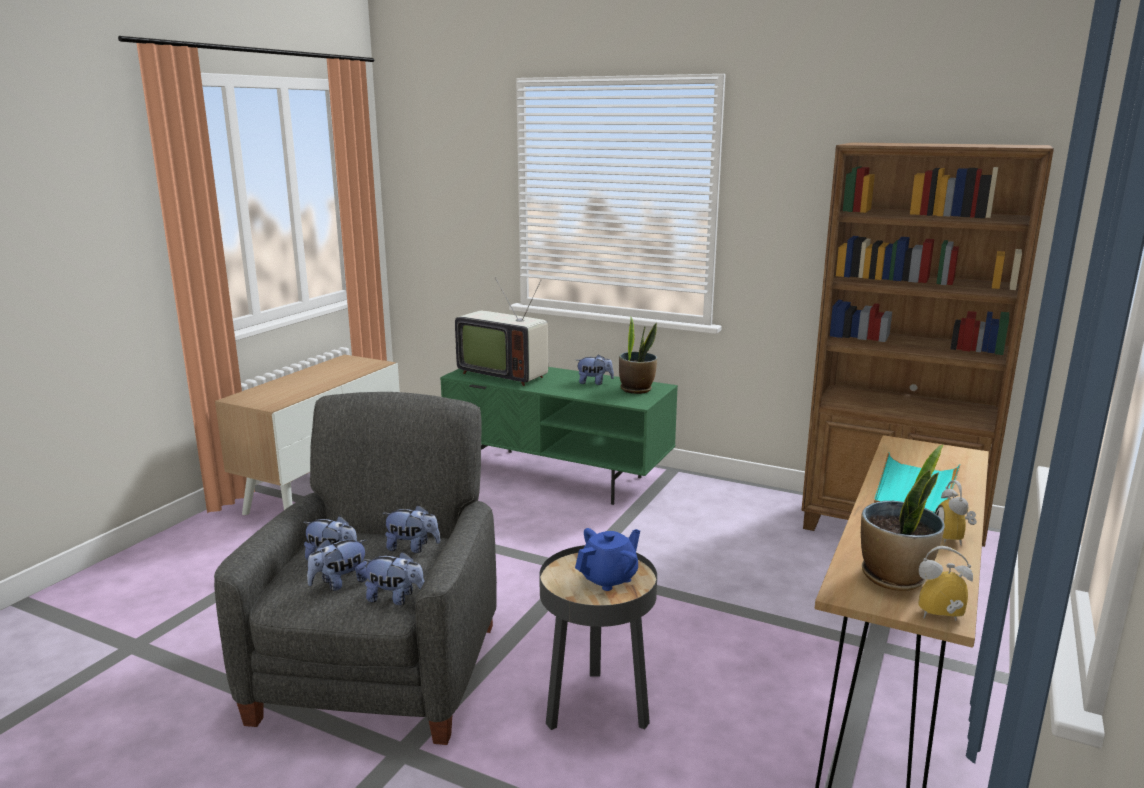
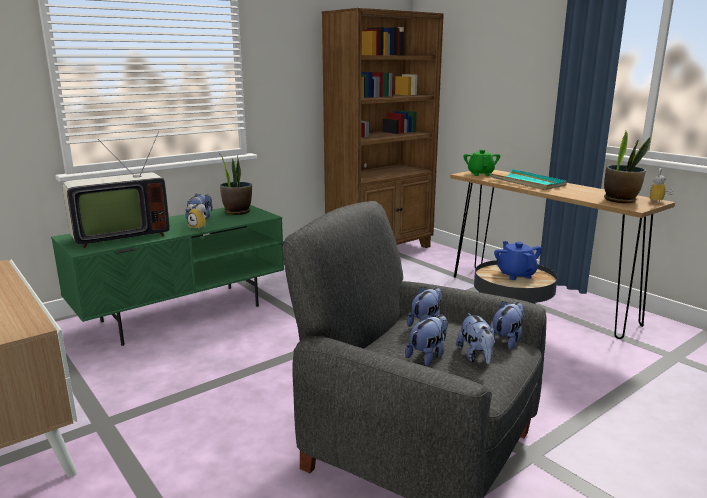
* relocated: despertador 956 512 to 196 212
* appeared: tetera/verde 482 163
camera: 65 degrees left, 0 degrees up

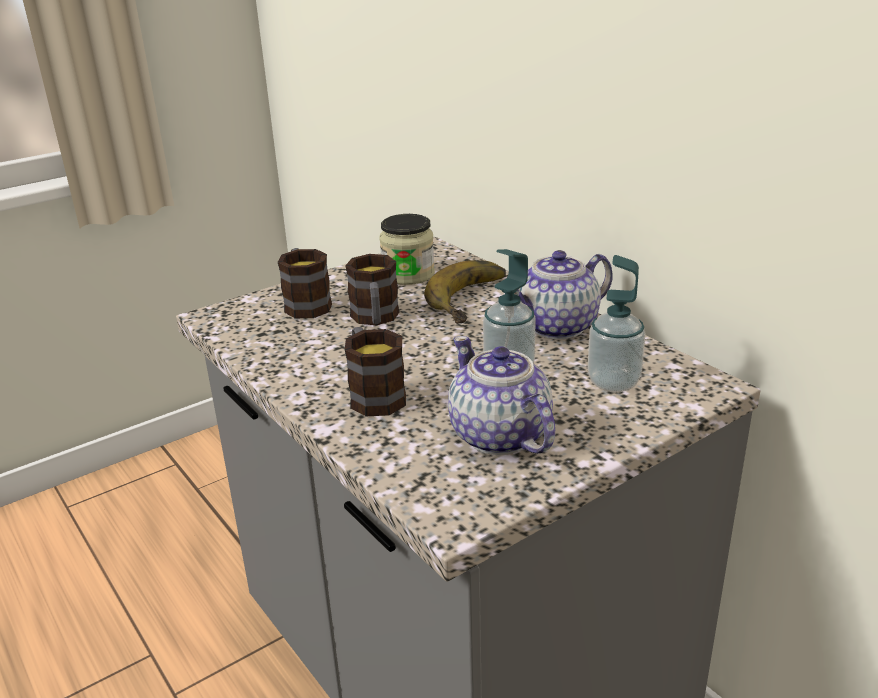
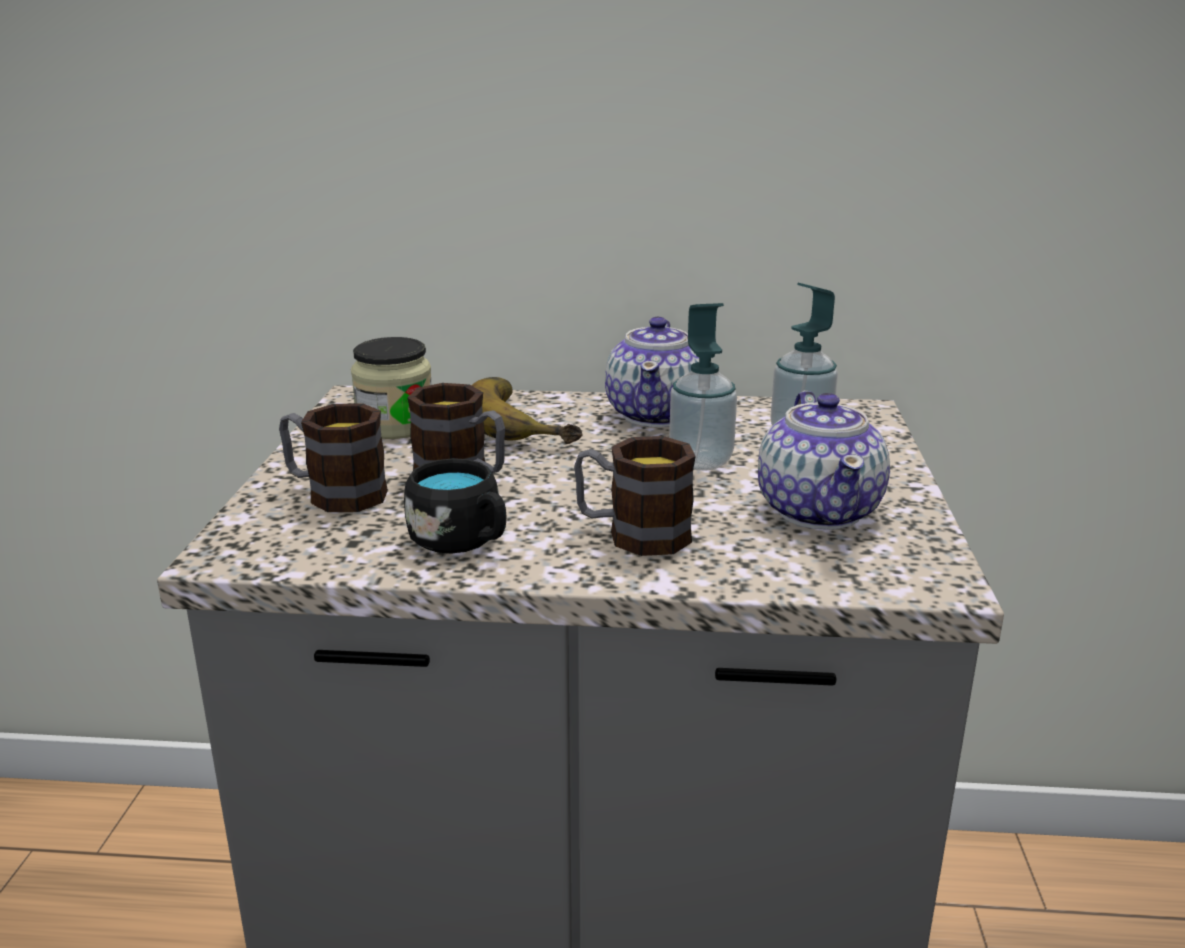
* appeared: taza grande/negro 455 505
* spun: tetera 501 395 = 824 460 105 degrees counterclockwise
camera: 50 degrees left, 5 degrees down

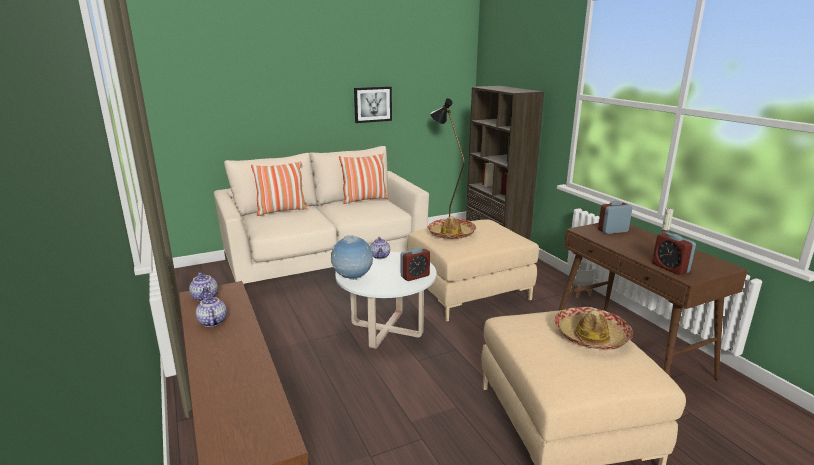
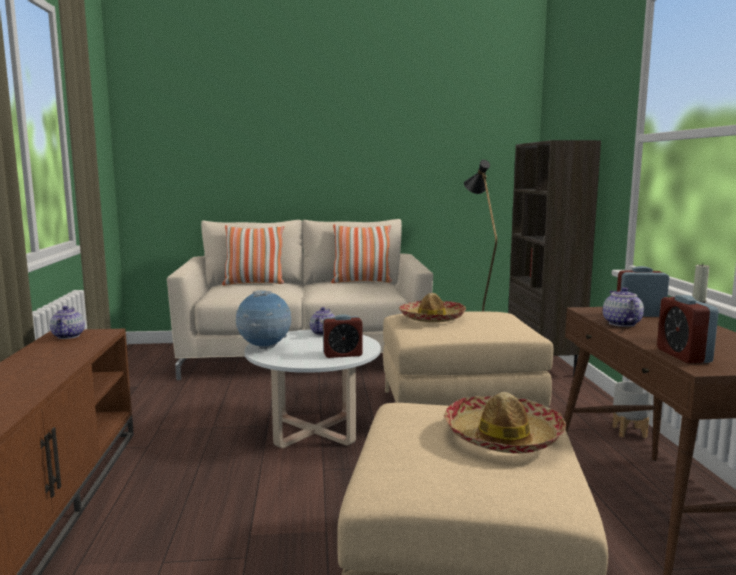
* relocated: tetera 211 310 to 623 307
* missing: cuadro 373 104
camera: 20 degrees right, 10 degrees down

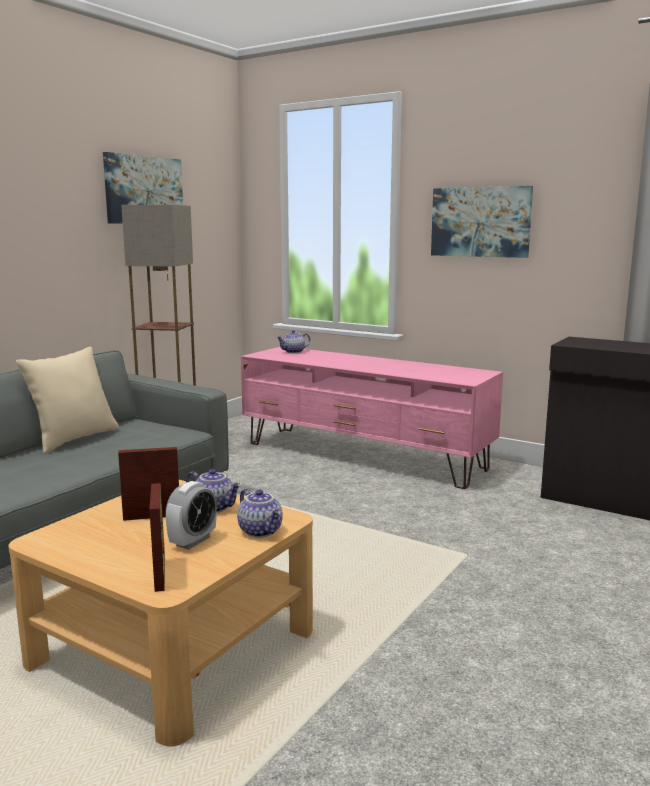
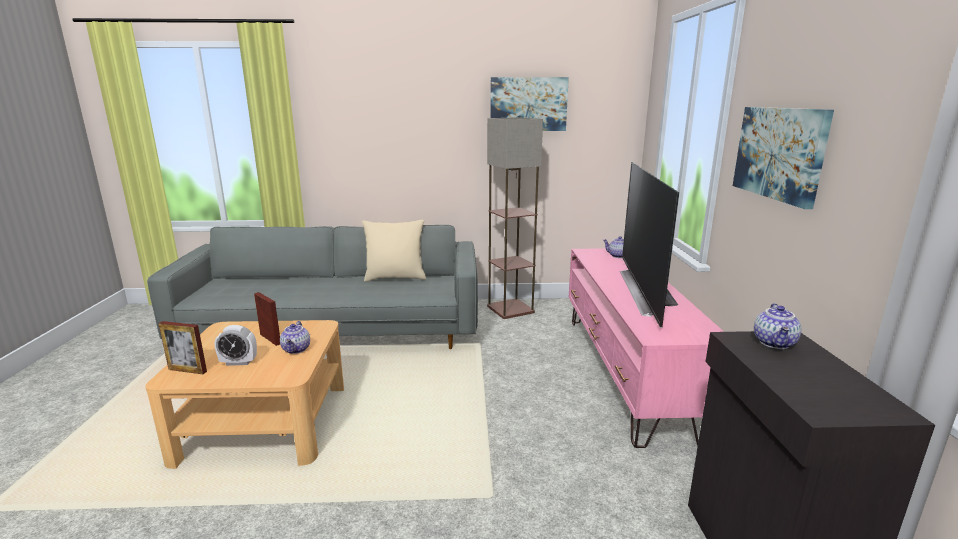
* spun: portarretratos 157 537 = 182 347 60 degrees clockwise
* appeared: televisor 649 245
* relocated: tetera 260 513 to 777 326
camera: 55 degrees right, 5 degrees up

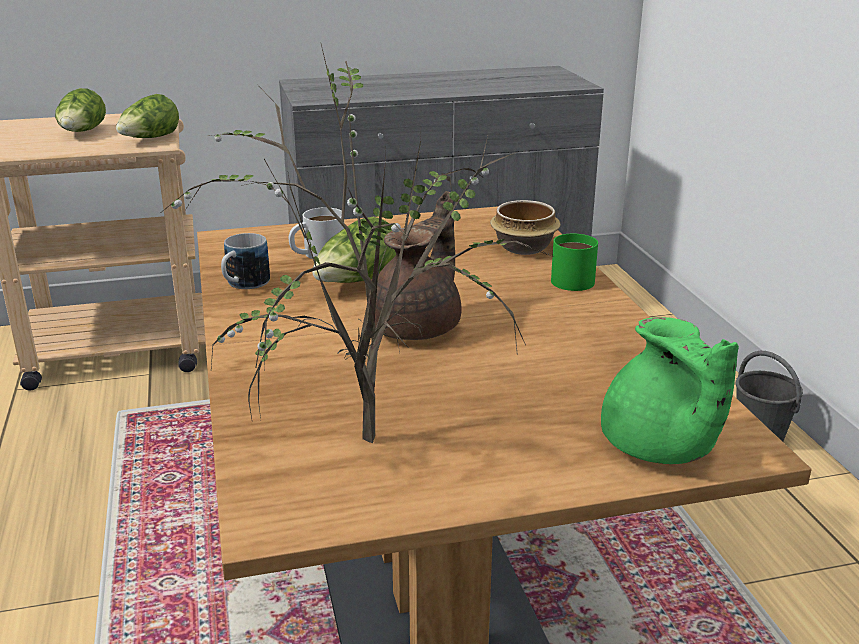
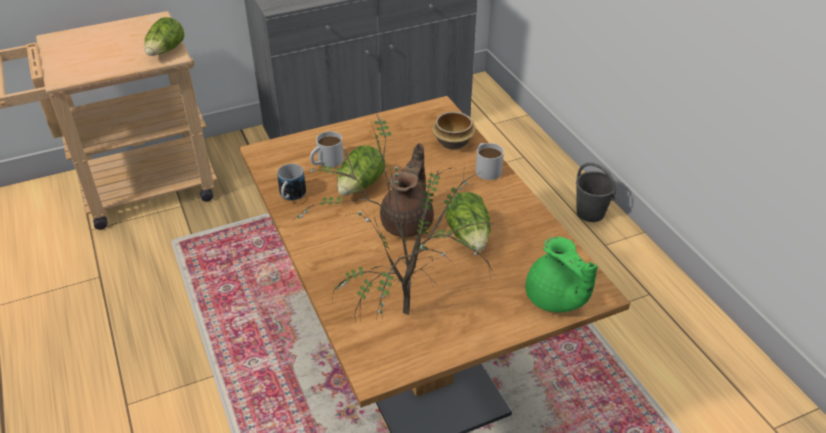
* relocated: lechuga 80 110 to 468 221
* colour: taza grande/verde 574 262 to taza grande/blanco 490 161
camera: 10 degrees left, 15 degrees up

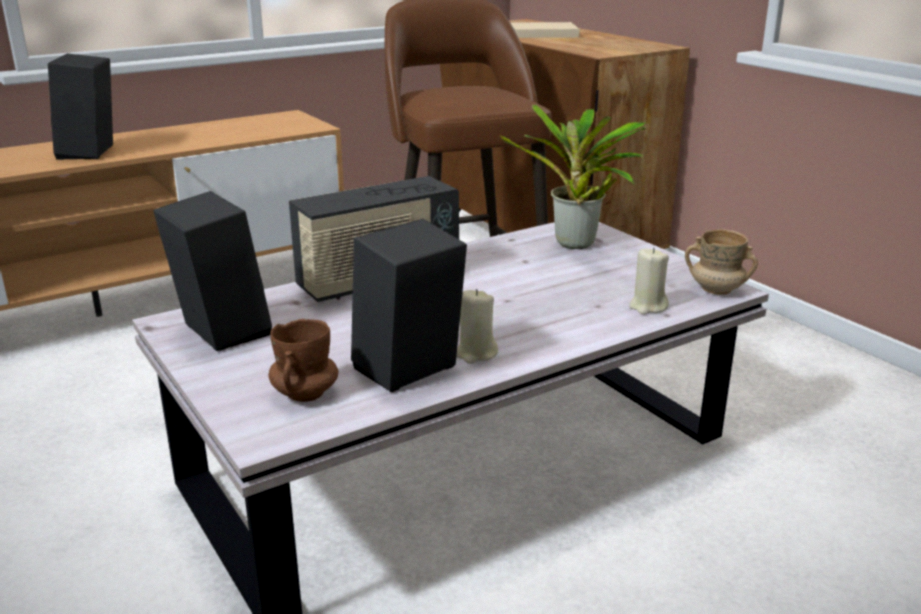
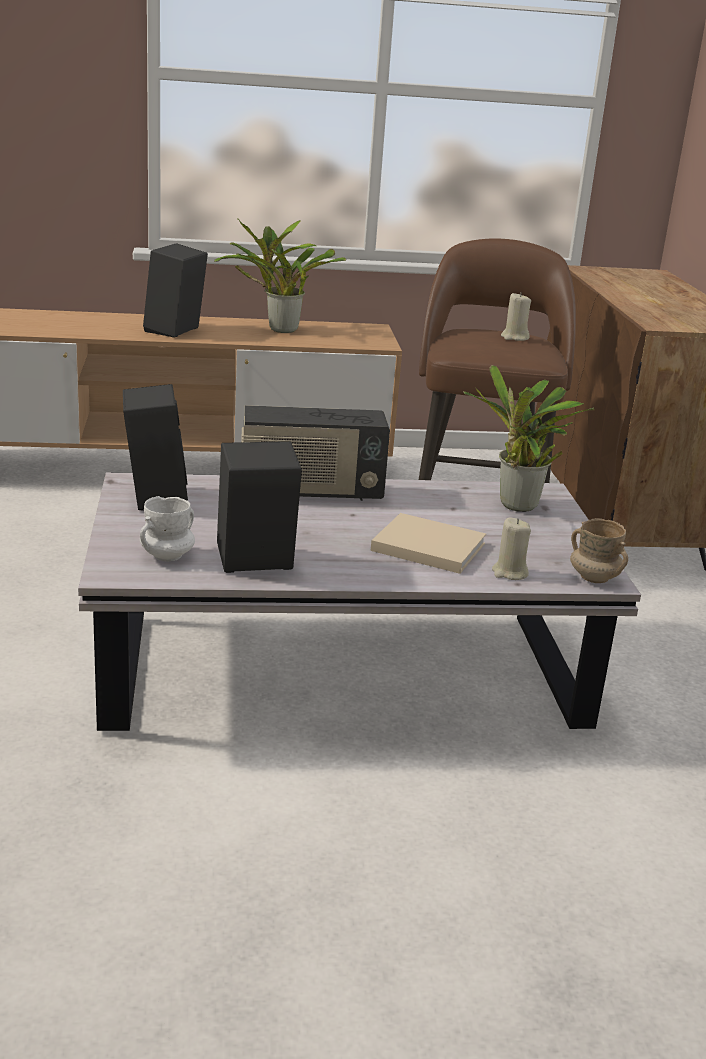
* colour: taza grande/marrón 303 360 to taza grande/blanco 167 529
* appeared: planta en maceta 280 275
* relocated: libro/beis 545 30 to 428 543
* relocated: vela/beis 477 326 to 516 316
camera: 25 degrees right, 0 degrees up

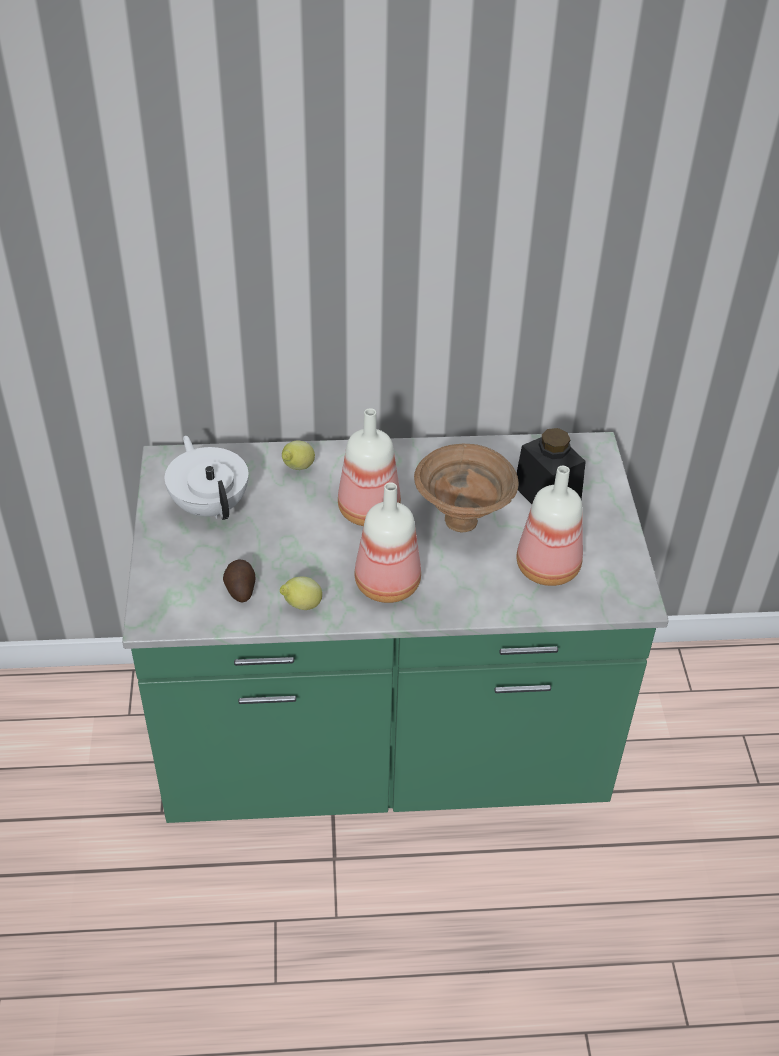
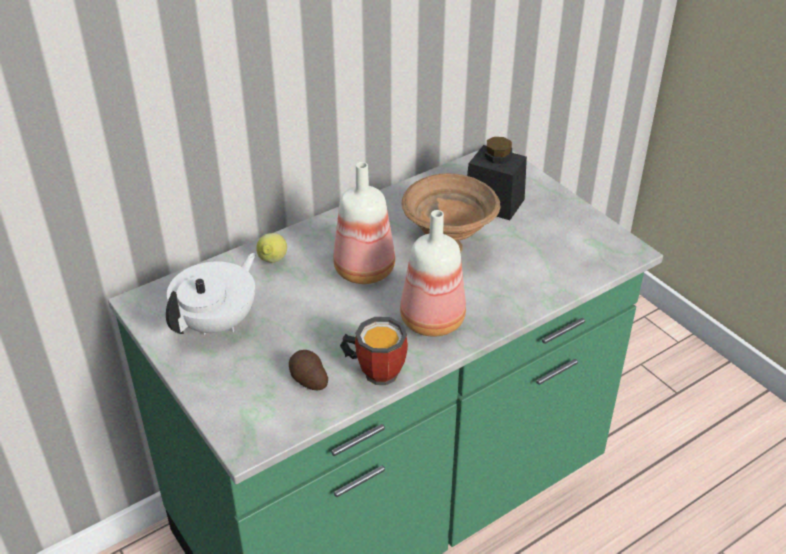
* spun: tetera/blanco 207 477 = 211 294 90 degrees clockwise
* exchanged: limón 301 593 to taza grande 374 351
* missing: botella 549 526
camera: 30 degrees left, 5 degrees down

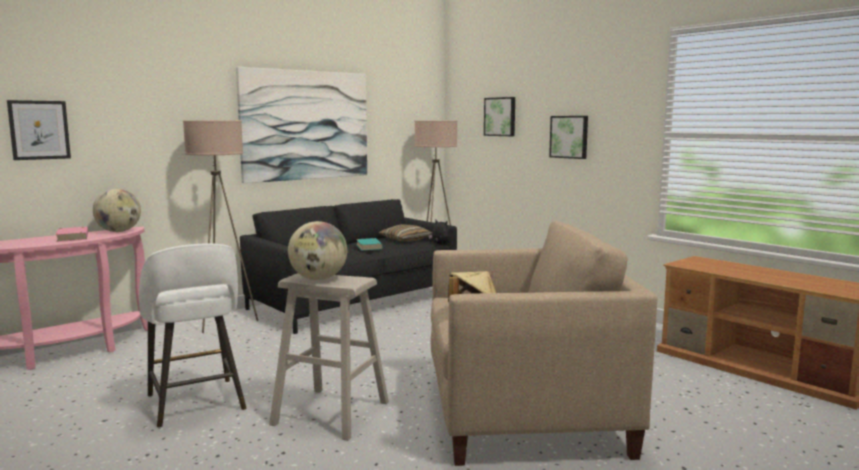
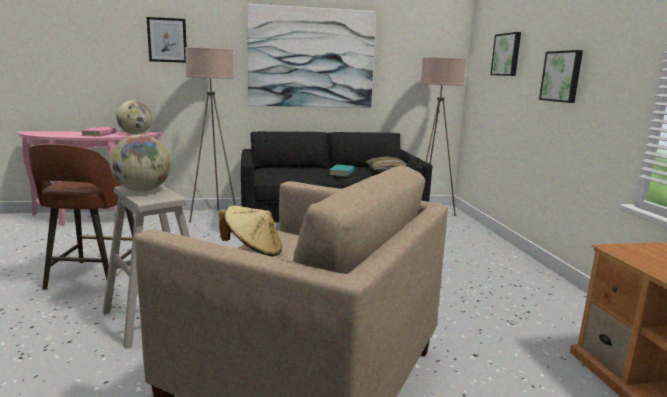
* colour: taburete/blanco 192 335 to taburete/marrón 81 218
* relocated: cuadro 39 130 to 167 40
camera: 30 degrees right, 5 degrees up

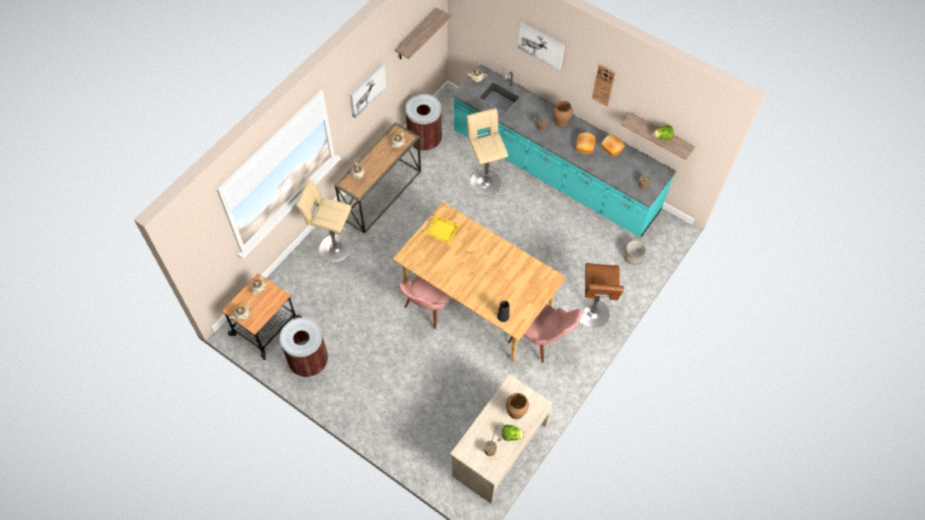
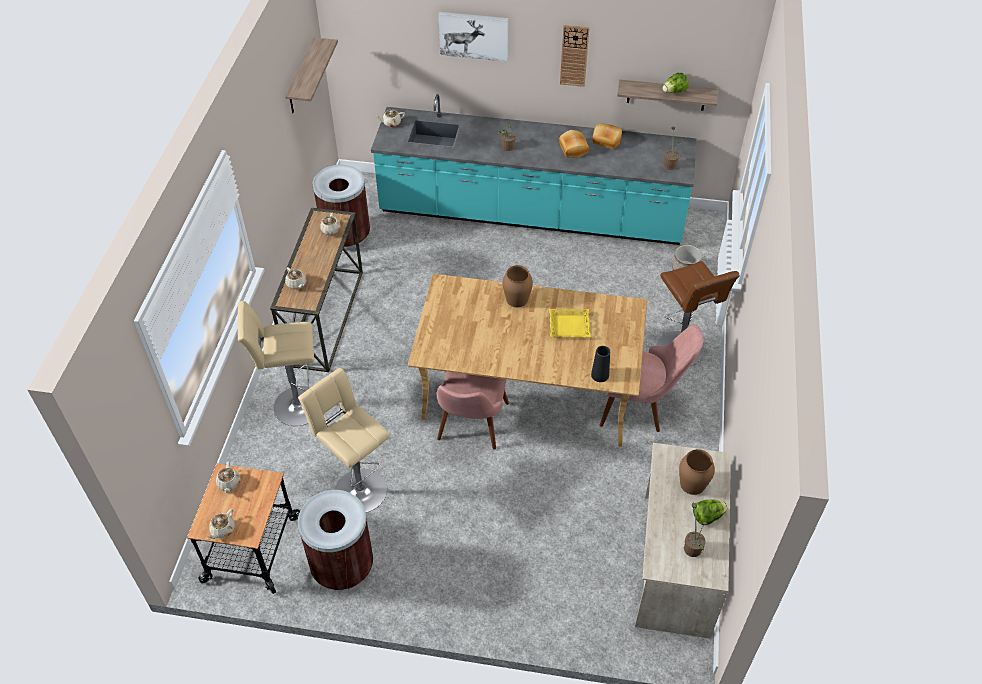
* relocated: taburete/beis 487 151 to 344 440
* relocated: florero/marrón 563 113 to 517 286
* relocated: bandeja/amarillo 442 229 to 570 323
* missing: cuadro 367 90
camera: 25 degrees left, 10 degrees down

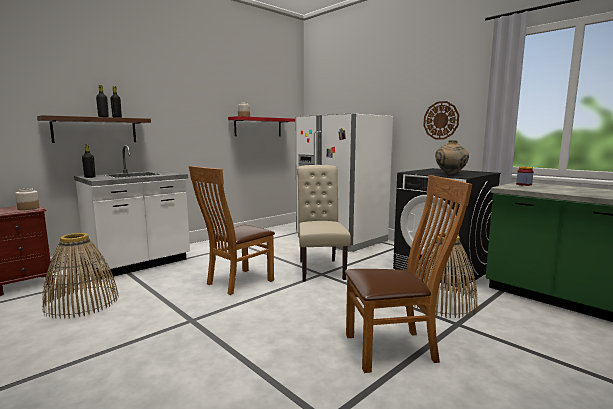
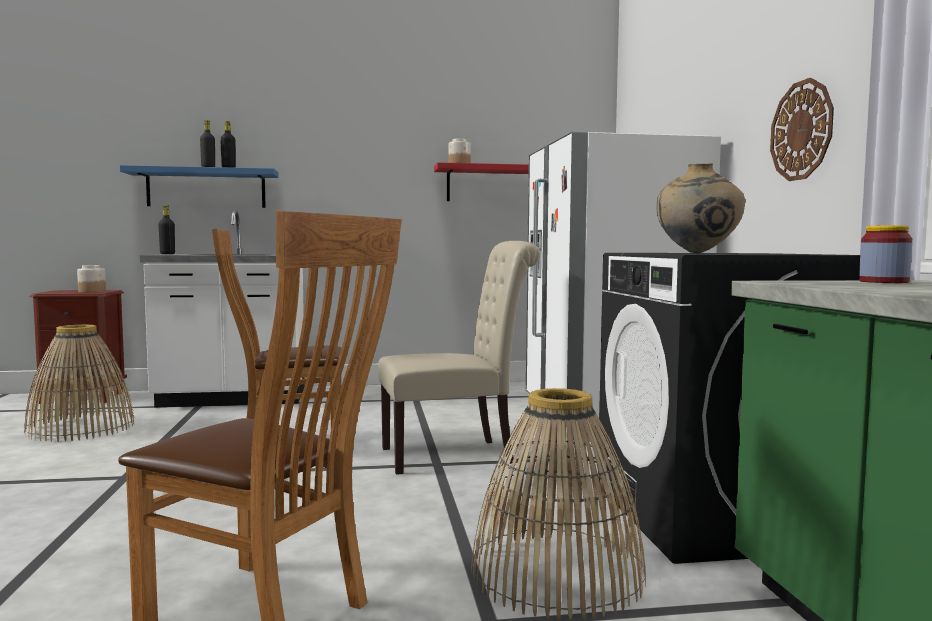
* colour: estante/marrón 94 129 to estante/azul 199 186
* spun: silla/beis 324 223 = 459 358 45 degrees clockwise
camera: 35 degrees right, 5 degrees down

